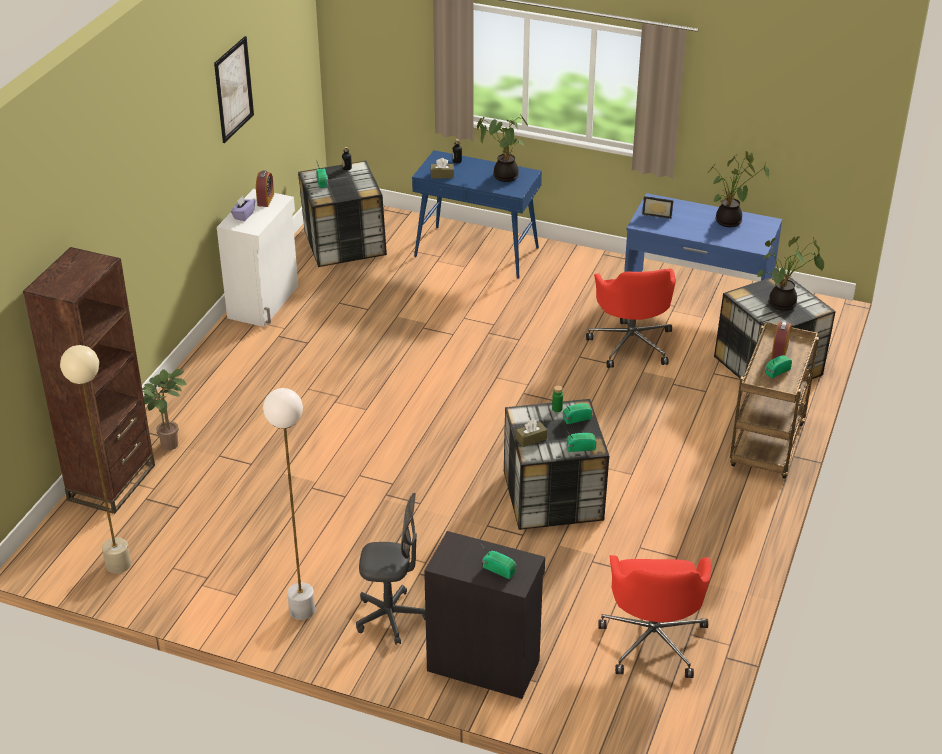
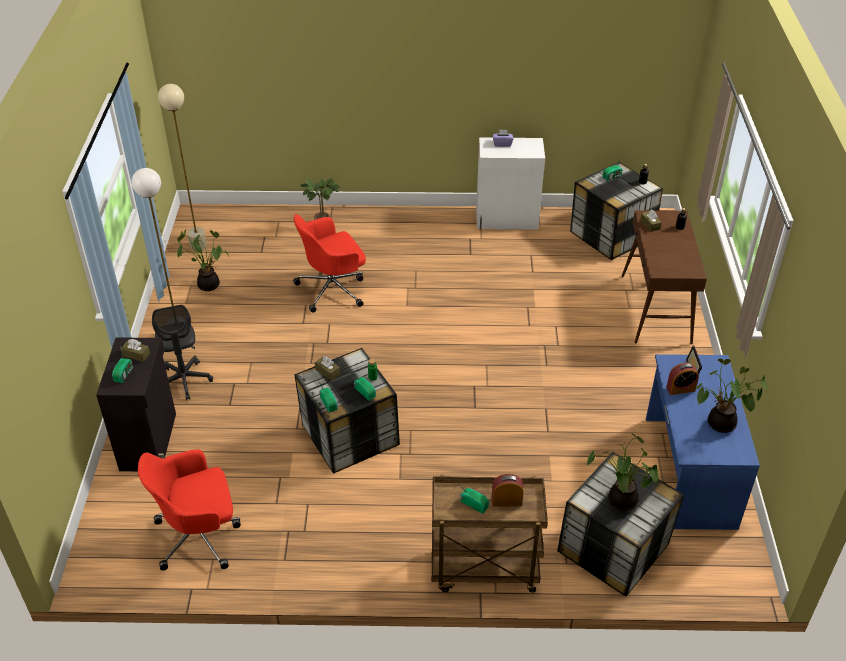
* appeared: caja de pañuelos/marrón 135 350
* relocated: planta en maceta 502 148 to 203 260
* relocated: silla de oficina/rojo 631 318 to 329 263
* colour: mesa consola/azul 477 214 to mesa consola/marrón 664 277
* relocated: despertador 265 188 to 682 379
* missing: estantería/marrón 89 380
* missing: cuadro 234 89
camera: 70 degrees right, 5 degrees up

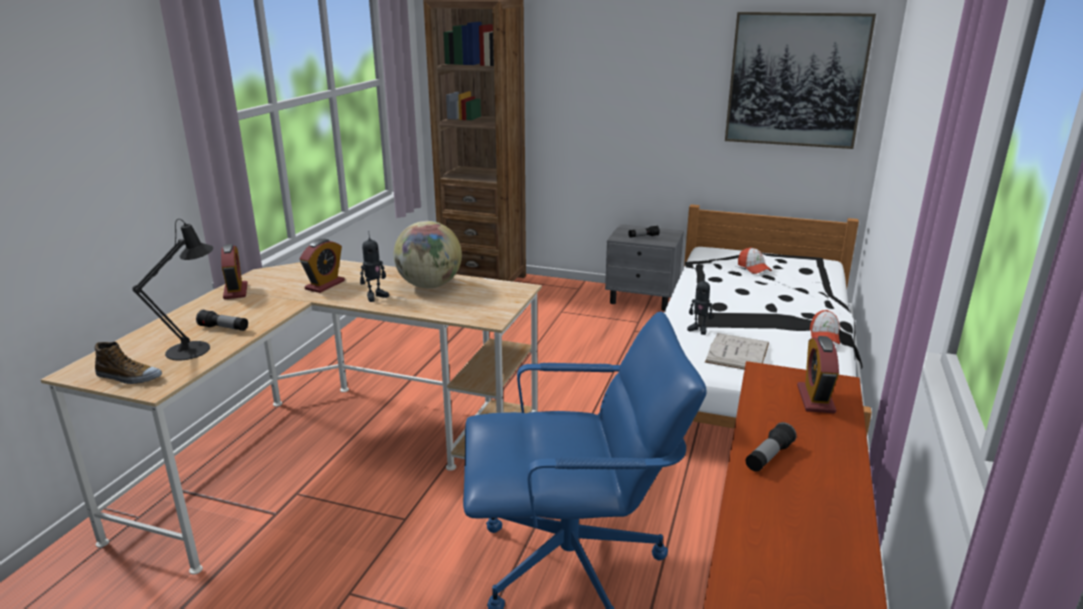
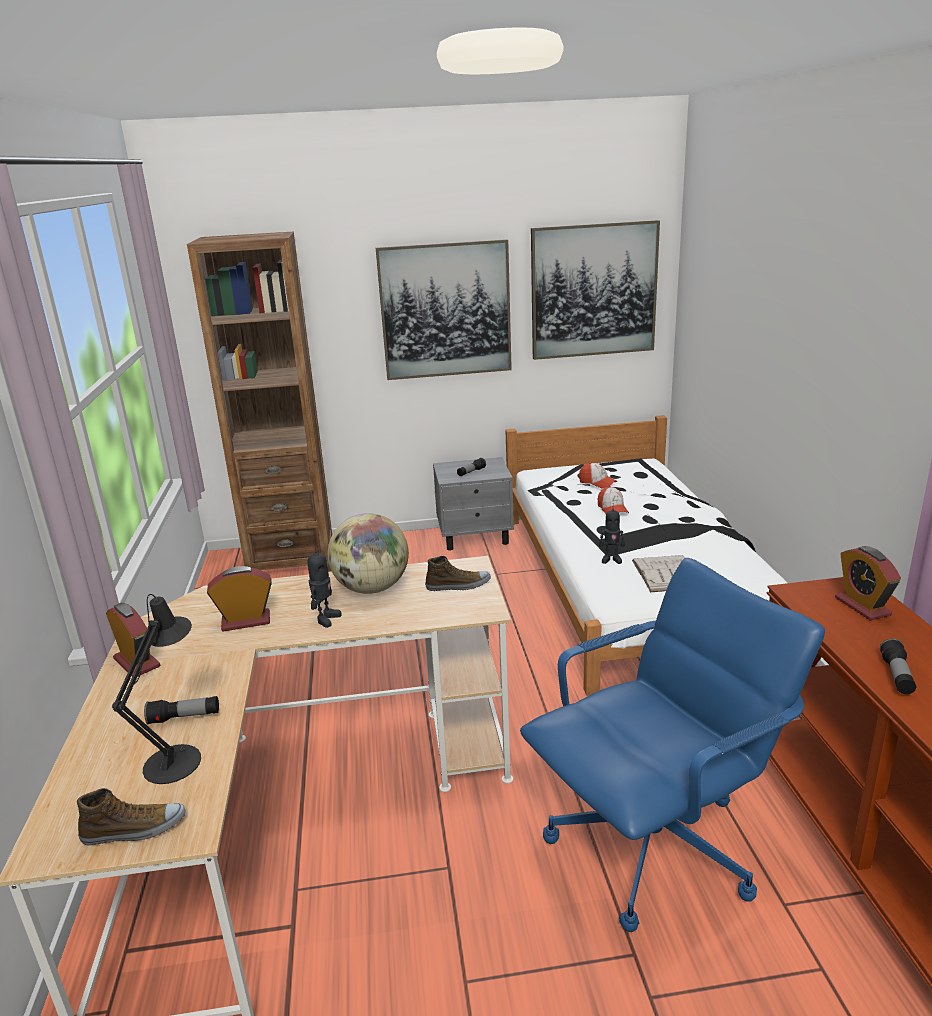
* spun: despertador 322 266 = 239 598 105 degrees counterclockwise
* appeared: cuadro 444 309
* appeared: zapato 458 573
* relocated: gorra 825 327 to 613 500
camera: 25 degrees left, 0 degrees up

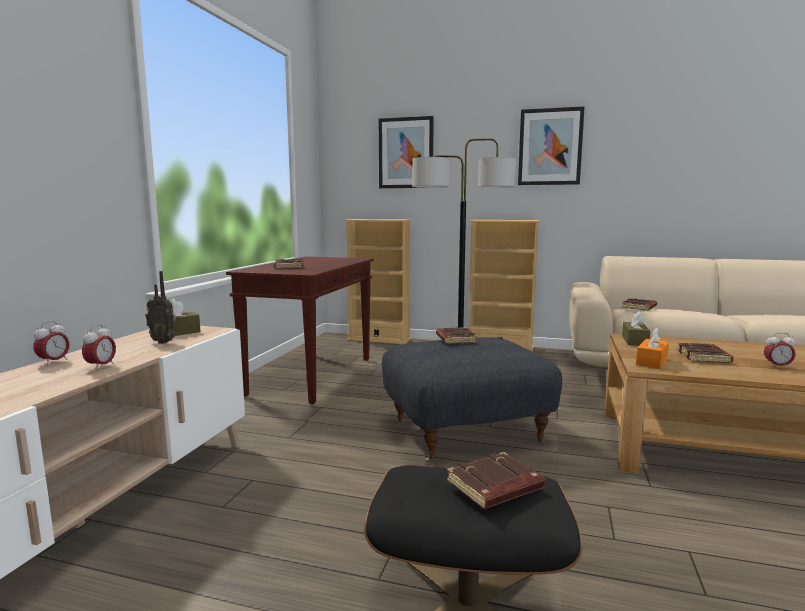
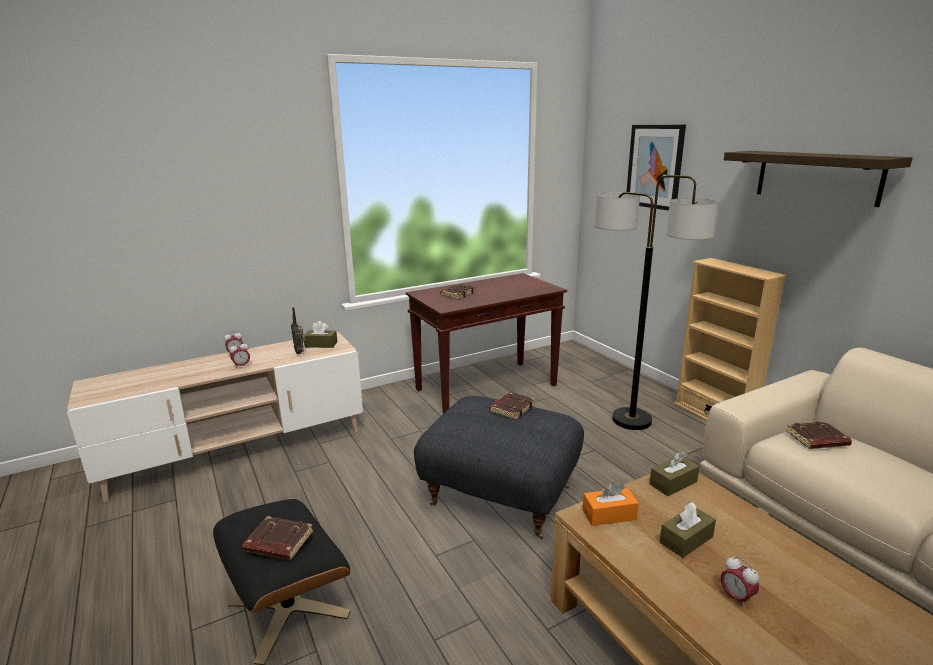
* exchanged: libro/marrón 705 353 to caja de pañuelos/marrón 688 530
* exchanged: cuadro 551 145 to estante 818 179
* missing: estantería/beis 378 281
camera: 45 degrees right, 10 degrees up

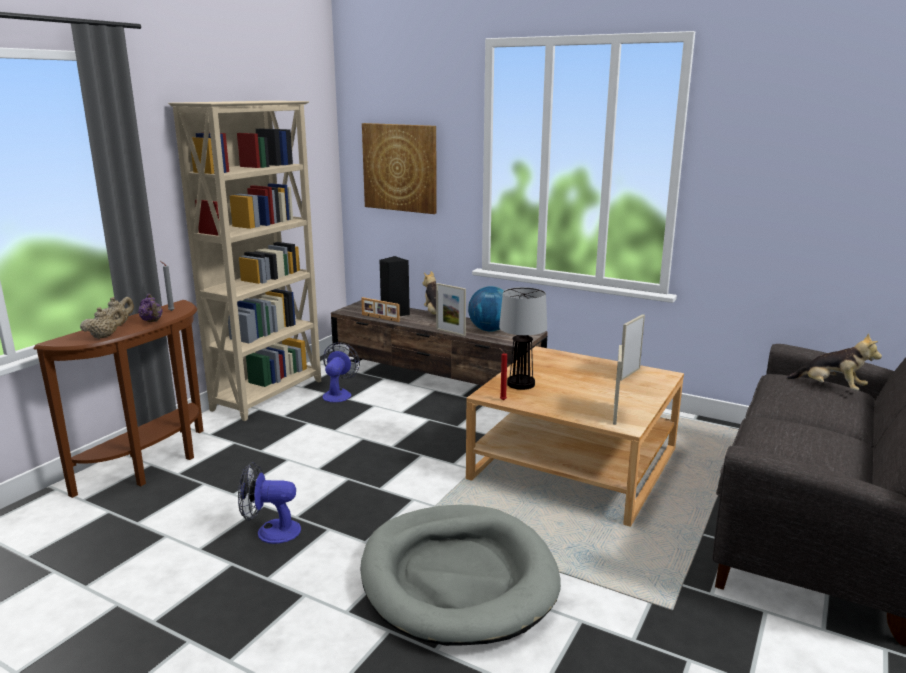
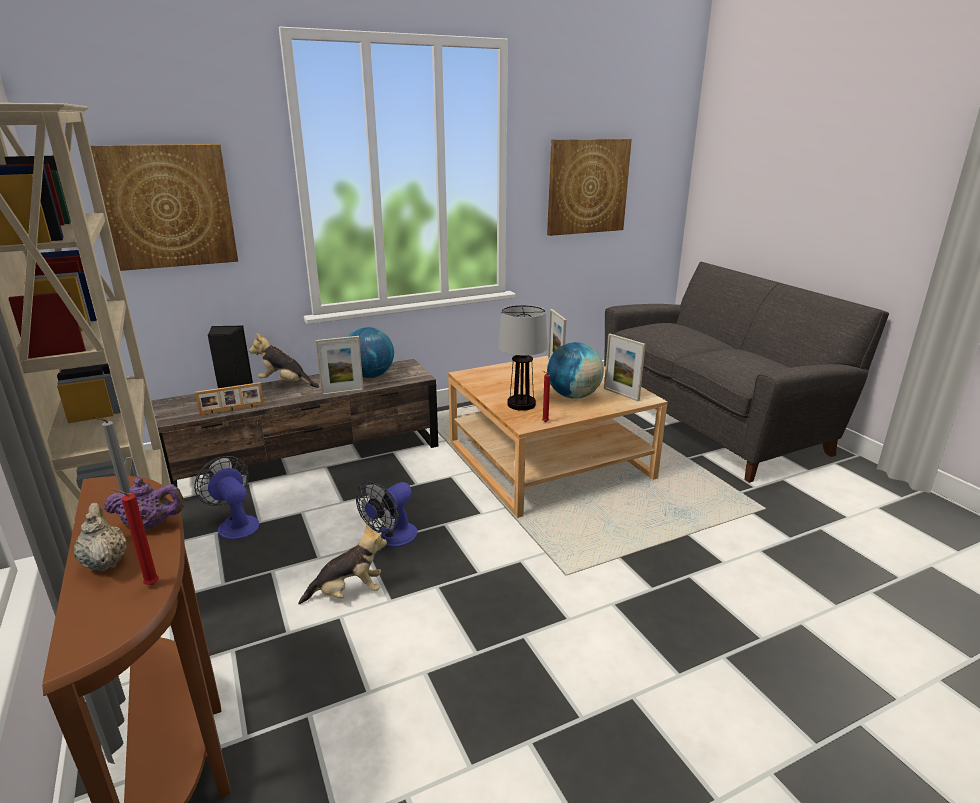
* exchanged: tetera/beis 102 323 to vela/rojo 135 536
* relocated: peluche 834 362 to 342 563
* relocated: ventilador 269 503 to 387 514
* appeared: cuadro 589 187
* appeared: globo terráqueo 575 370
* missing: cama para perro/gris 461 575
camera: 55 degrees left, 5 degrees up

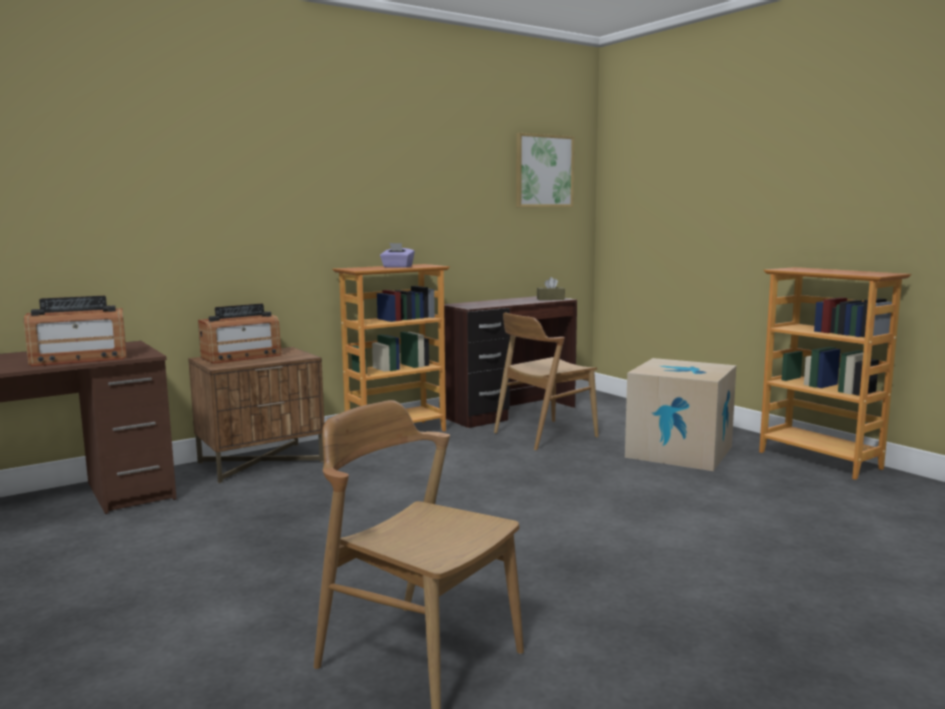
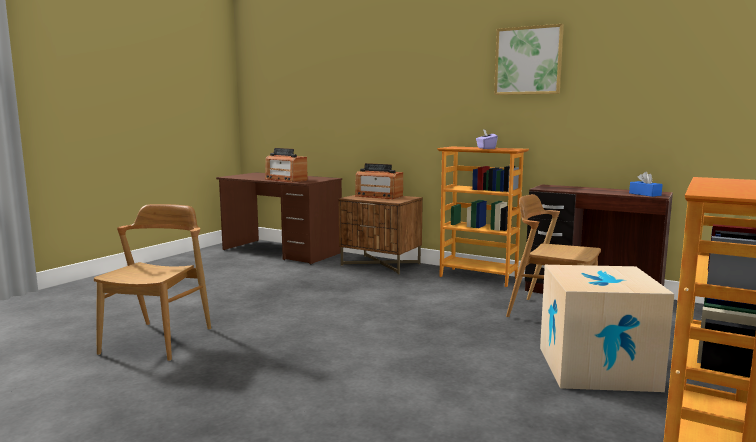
* relocated: cuadro 545 170 to 529 59
* colour: caja de pañuelos/marrón 551 288 to caja de pañuelos/azul 646 184
camera: 65 degrees right, 0 degrees up

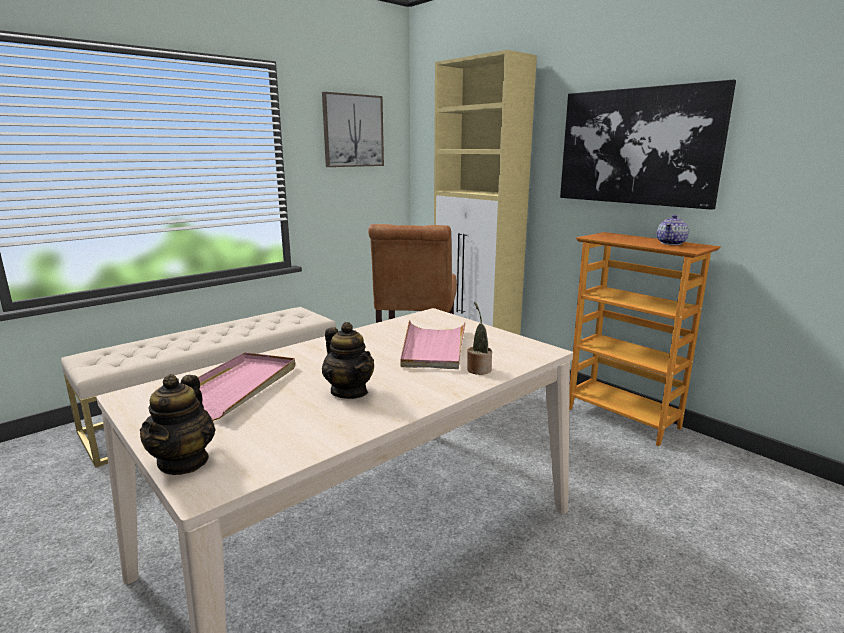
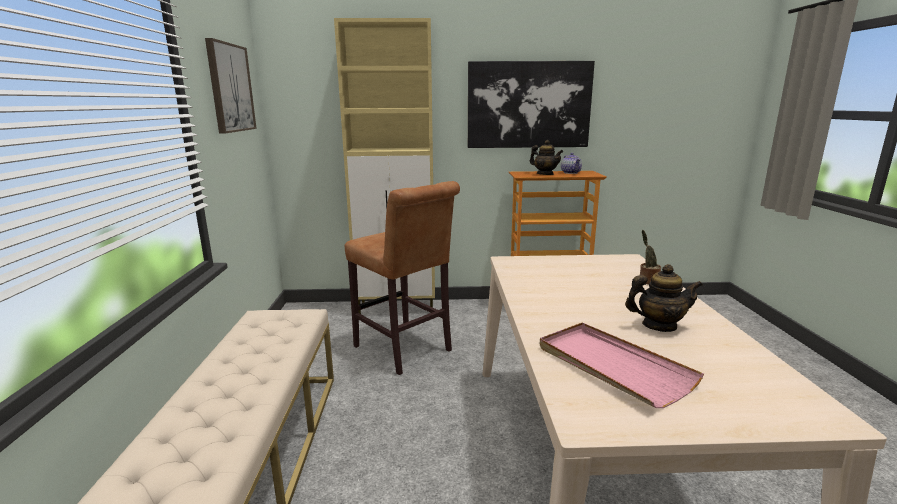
* relocated: tetera 178 424 to 546 157
* missing: bandeja/rosa 432 344
camera: 50 degrees left, 0 degrees up

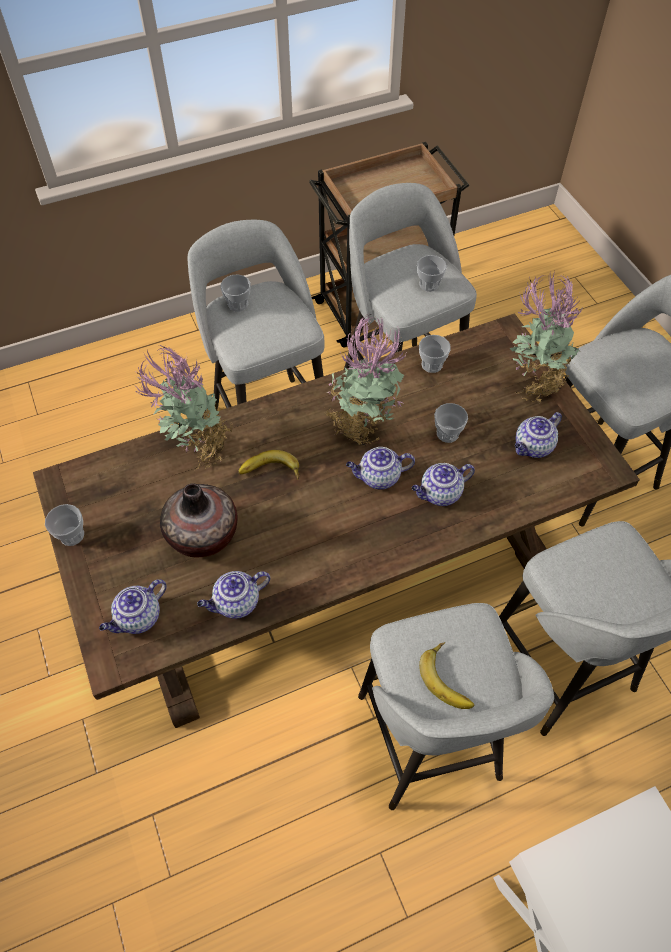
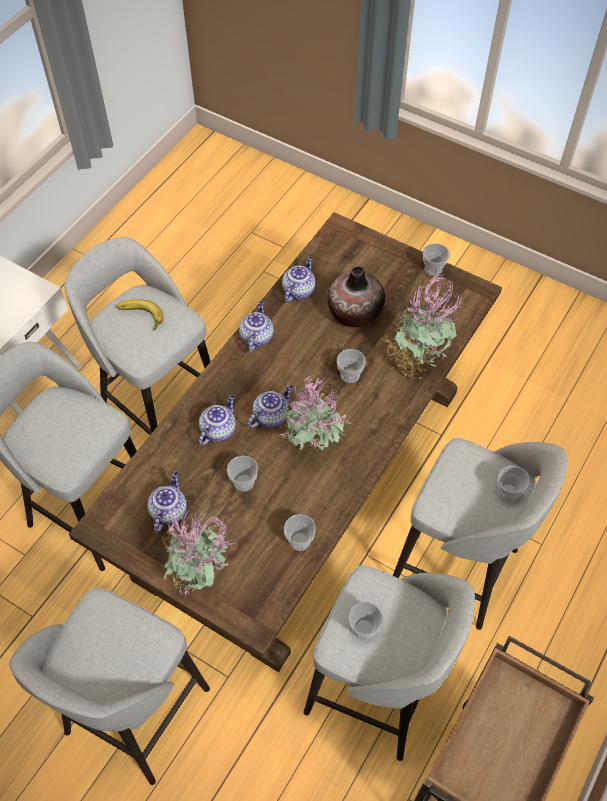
* relocated: tetera 133 606 to 256 327
* exchanged: plátano 268 464 to taza 351 366
camera: 145 degrees right, 0 degrees up

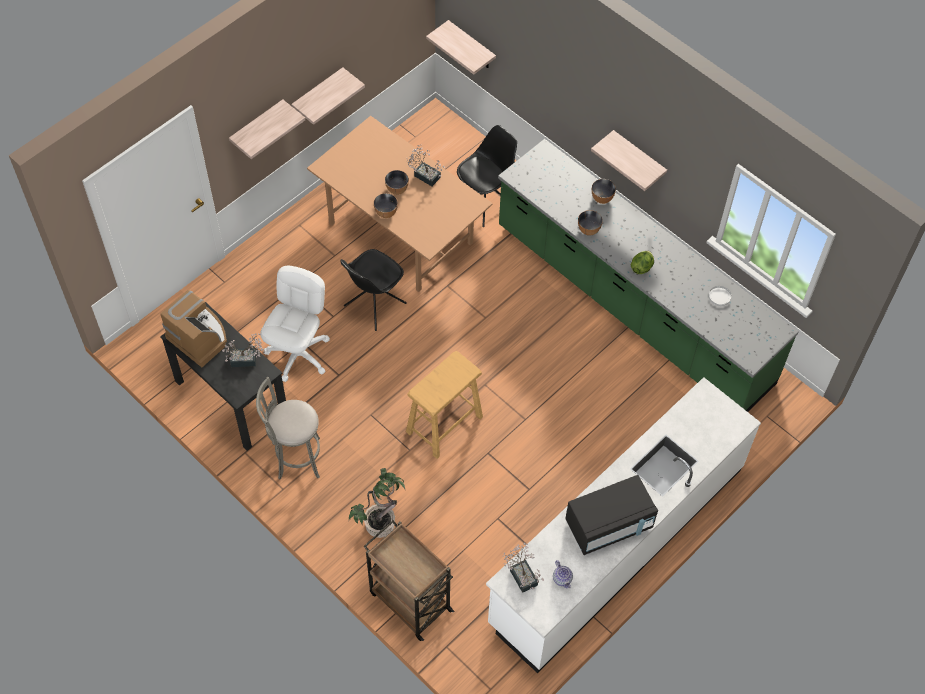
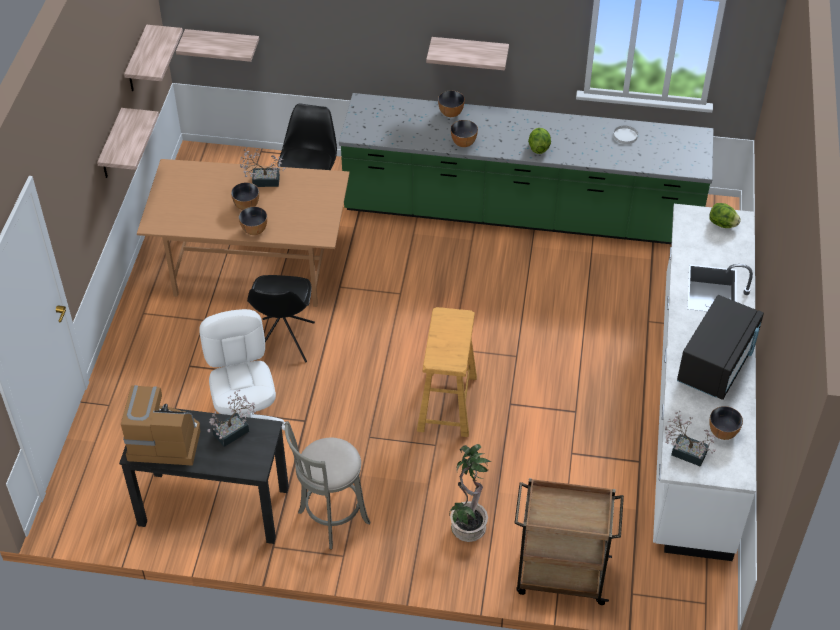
* relocated: estante 267 129 to 153 58
* appeared: lechuga 725 215
* exchanged: tetera 563 574 to cuenco 726 423
camera: 35 degrees left, 10 degrees down

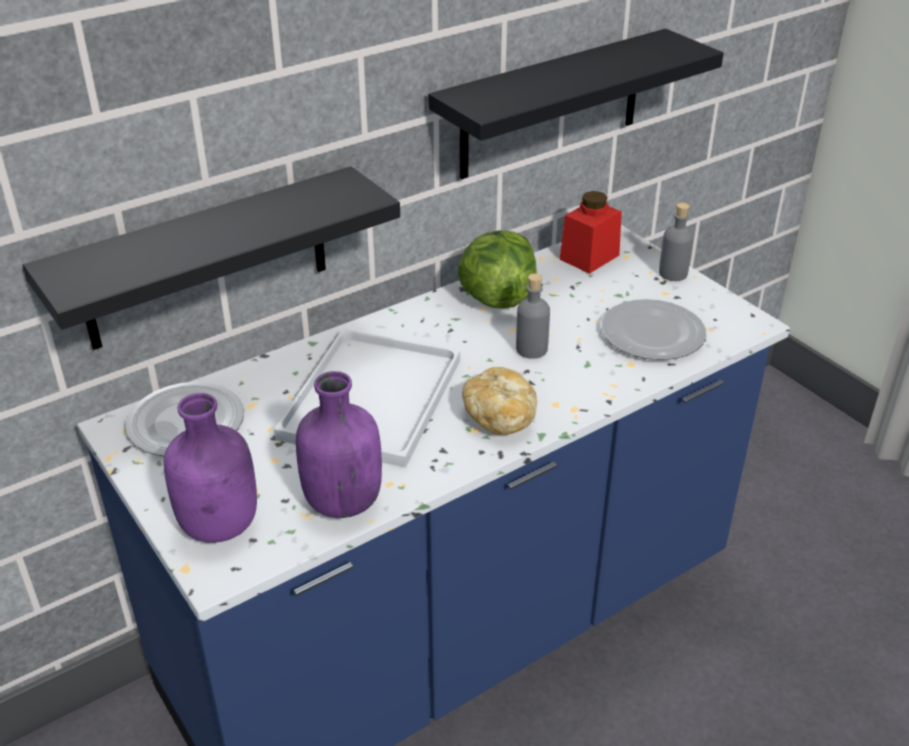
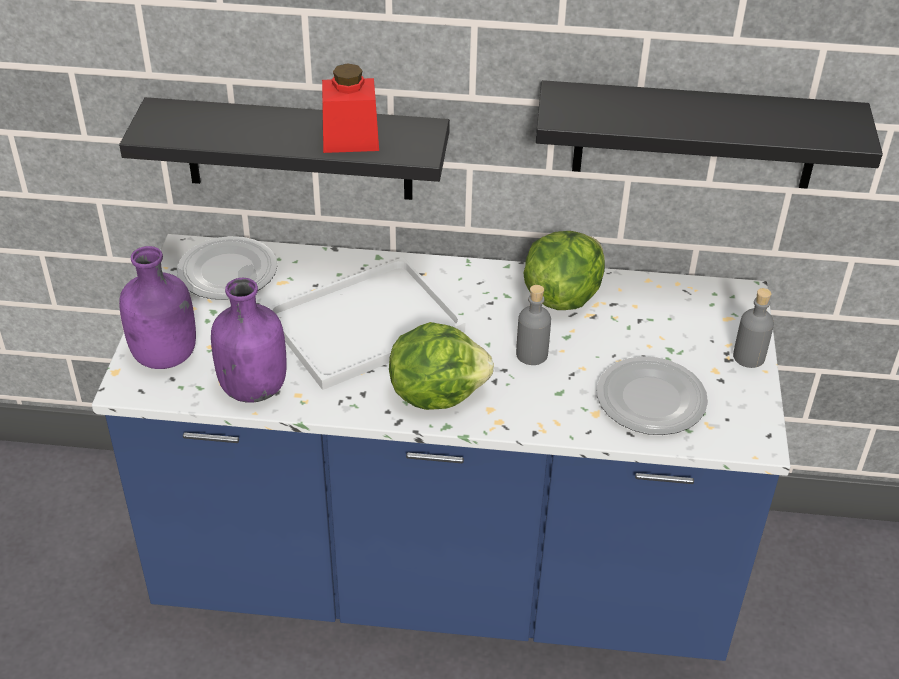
* relocated: tarro/rojo 590 232 to 350 108
* exchanged: pan 499 401 to lechuga 441 366
camera: 40 degrees right, 5 degrees up

